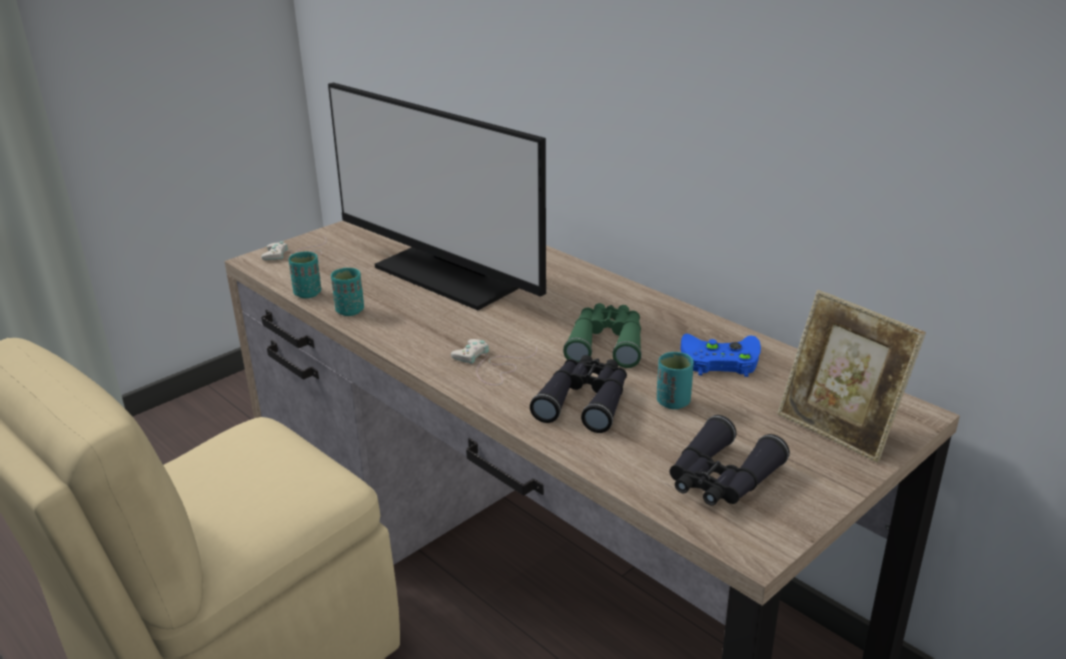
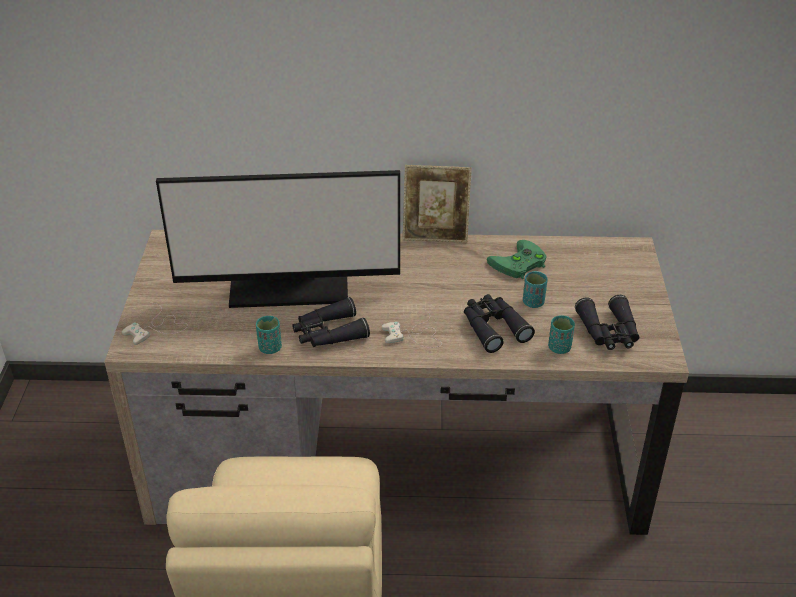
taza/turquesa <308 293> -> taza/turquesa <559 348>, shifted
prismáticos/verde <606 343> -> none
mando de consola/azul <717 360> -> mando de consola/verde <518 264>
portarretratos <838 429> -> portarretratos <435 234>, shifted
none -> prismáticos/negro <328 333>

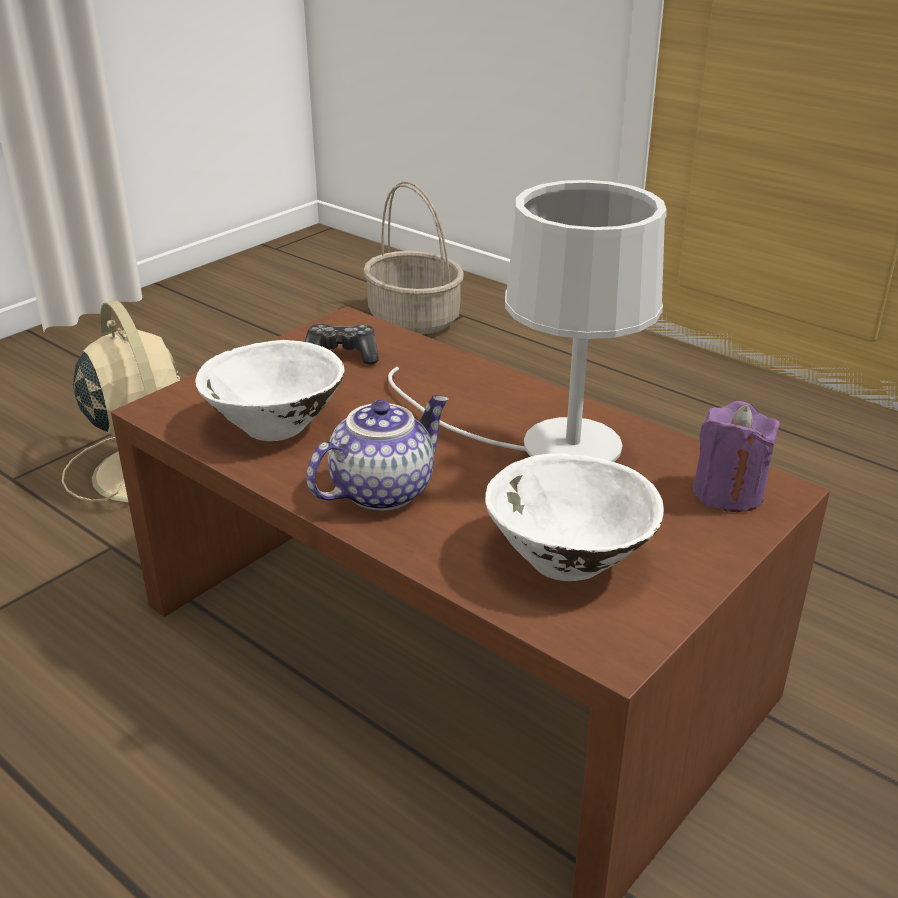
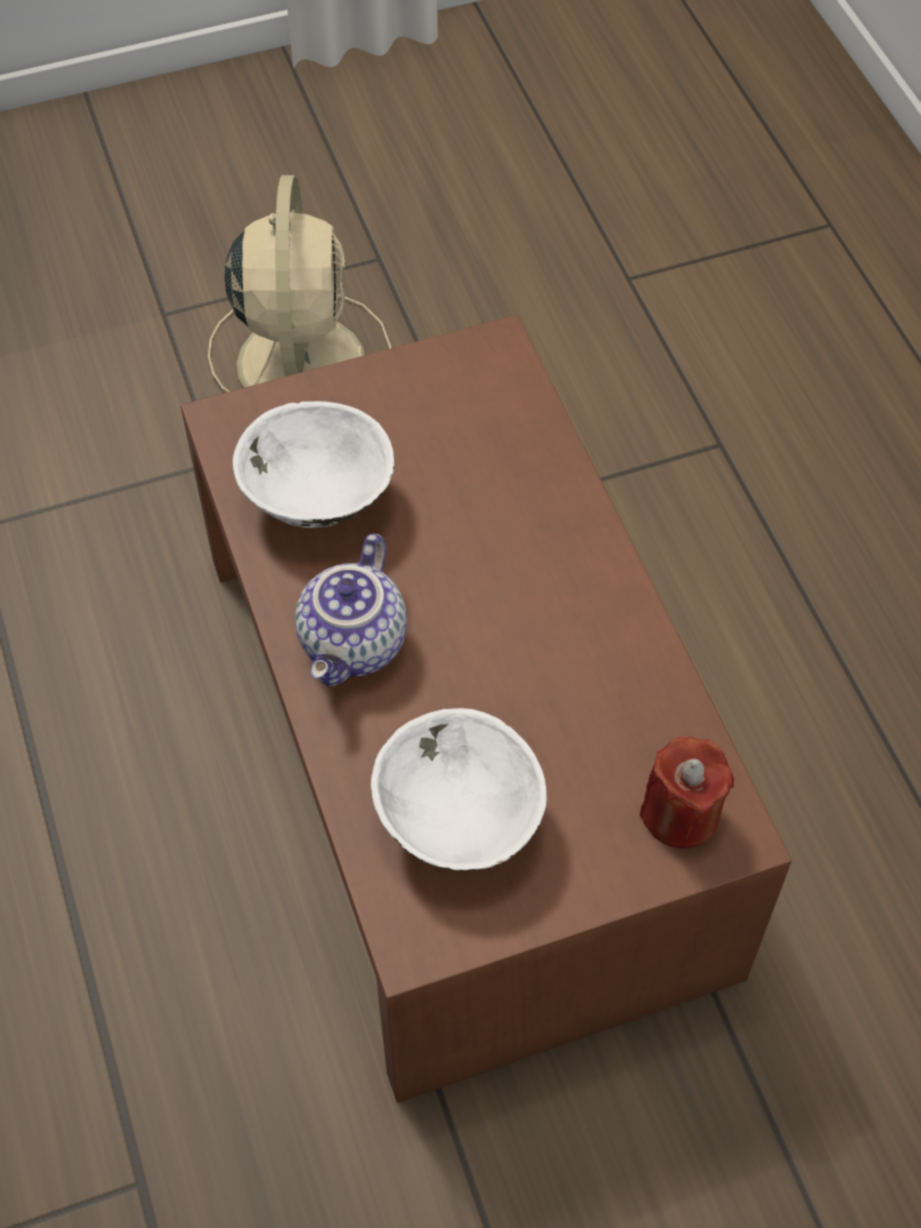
mando de consola <341 355> -> none
tetera <381 490> -> tetera <355 645>, 120 degrees clockwise
cesta <415 319> -> none
lámpara de mesa/blanco <543 450> -> none
vela/morado <728 493> -> vela/rojo <680 814>

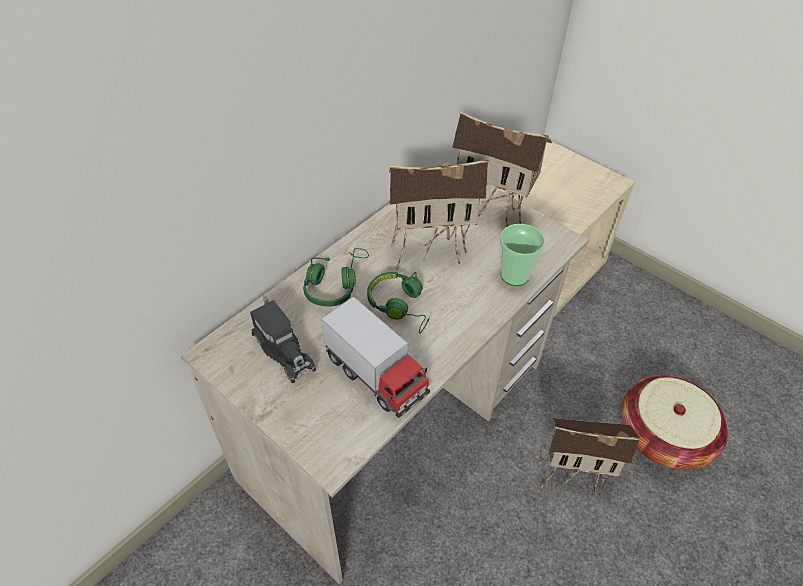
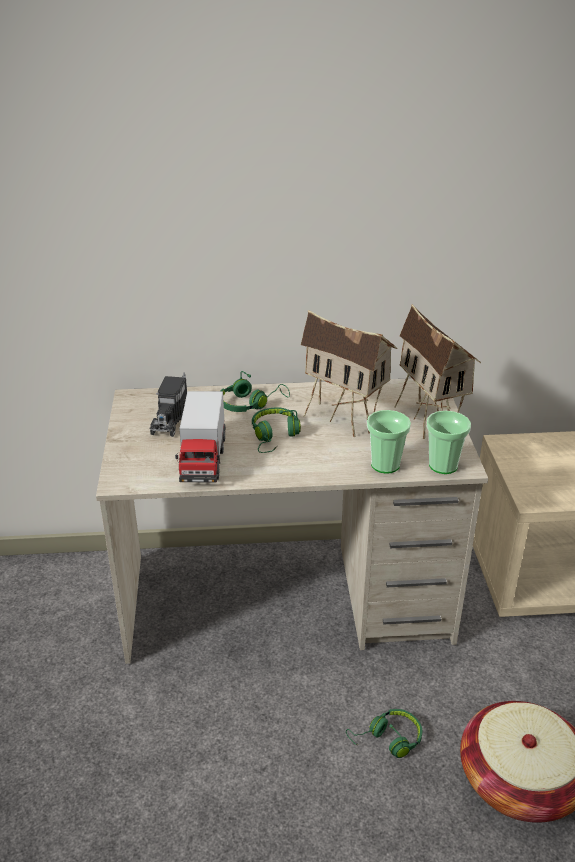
casita <573 474> -> auriculares/verde <387 739>
none -> taza <443 465>

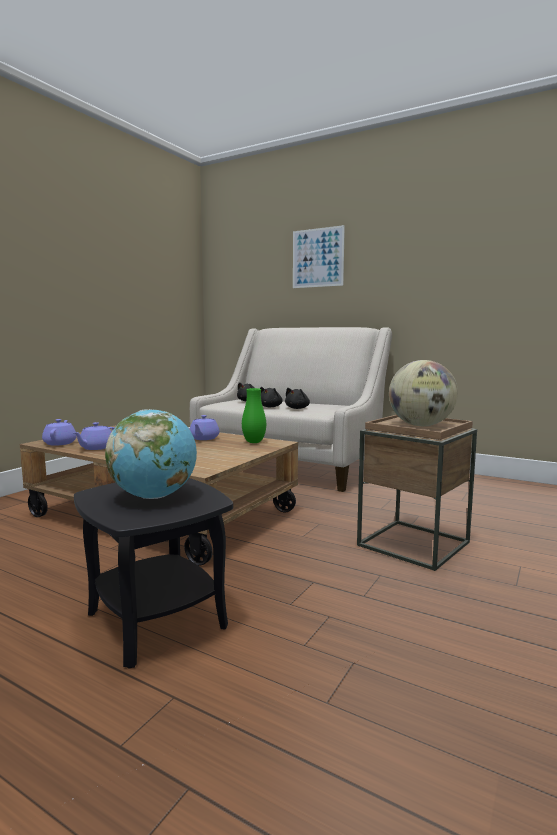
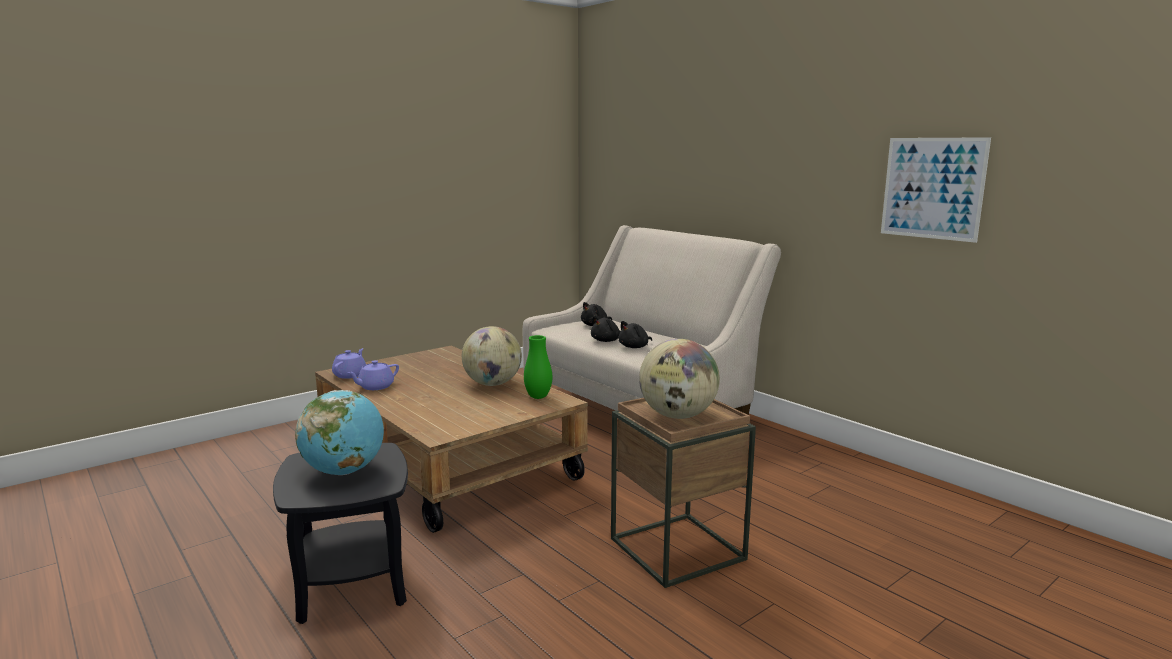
tetera/morado <204 438> -> globo terráqueo <493 384>
cuadro <317 258> -> cuadro <932 188>, shifted

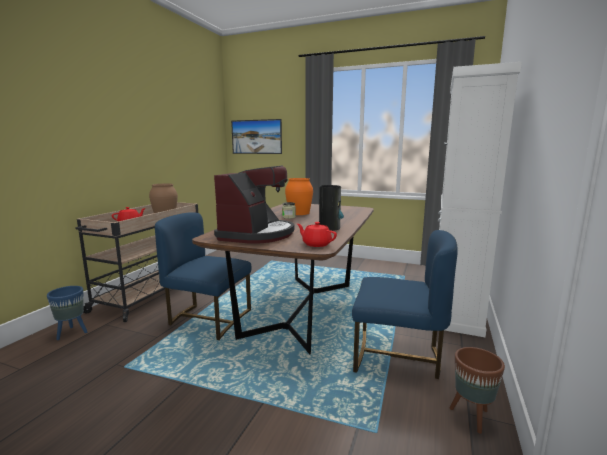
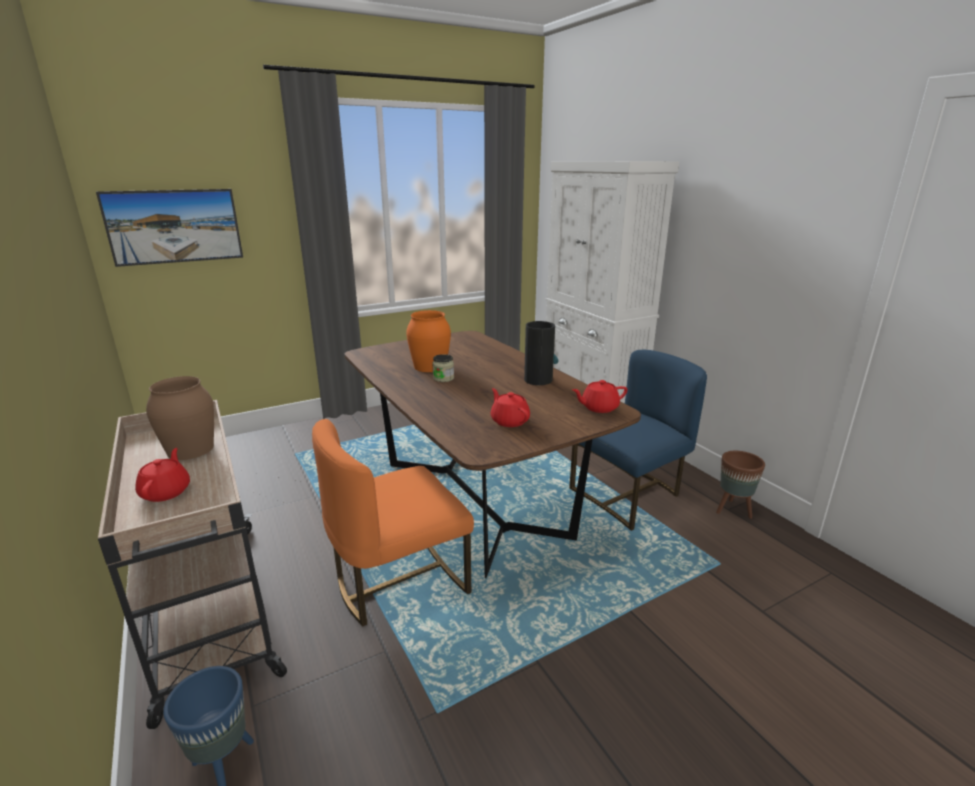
silla/azul <208 319> -> silla/naranja <399 581>
cafetera <257 234> -> tetera/rojo <509 421>

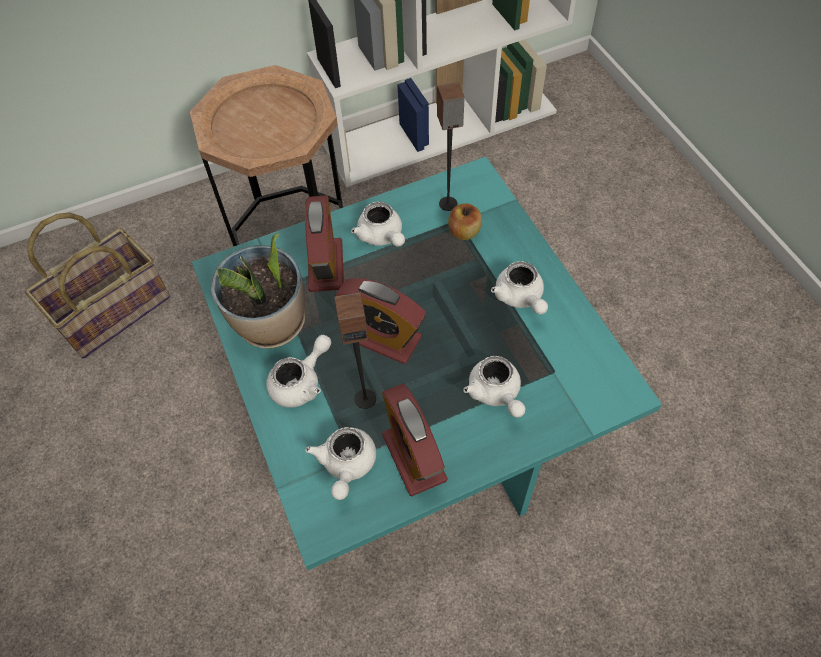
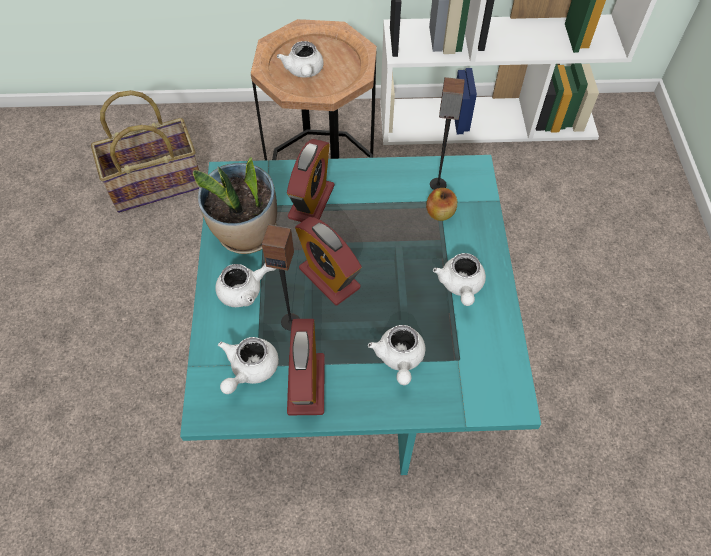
tetera/blanco <382 237> -> tetera/blanco <304 72>, shifted

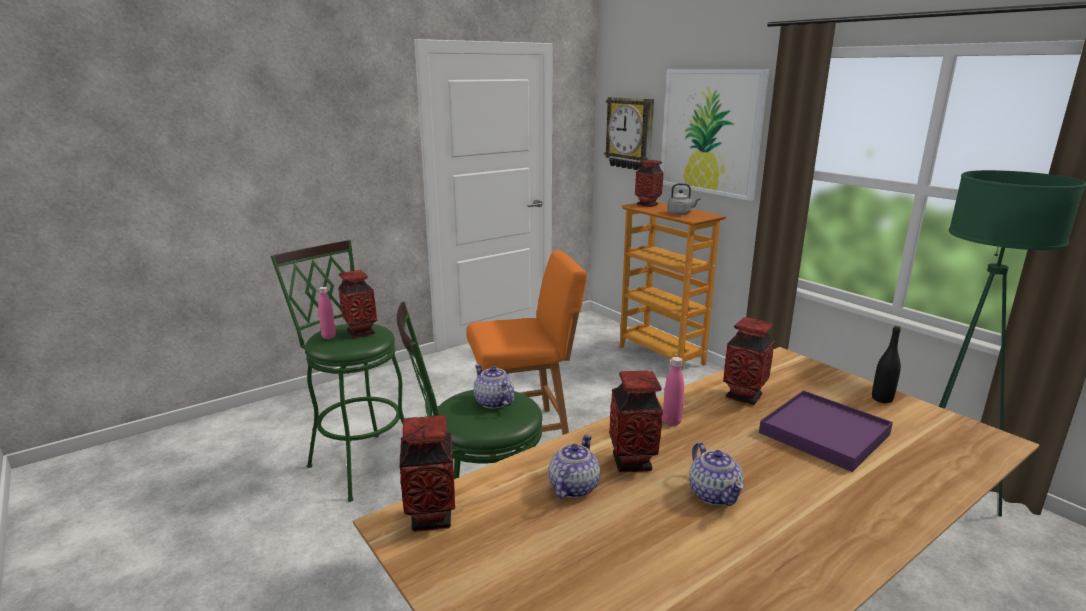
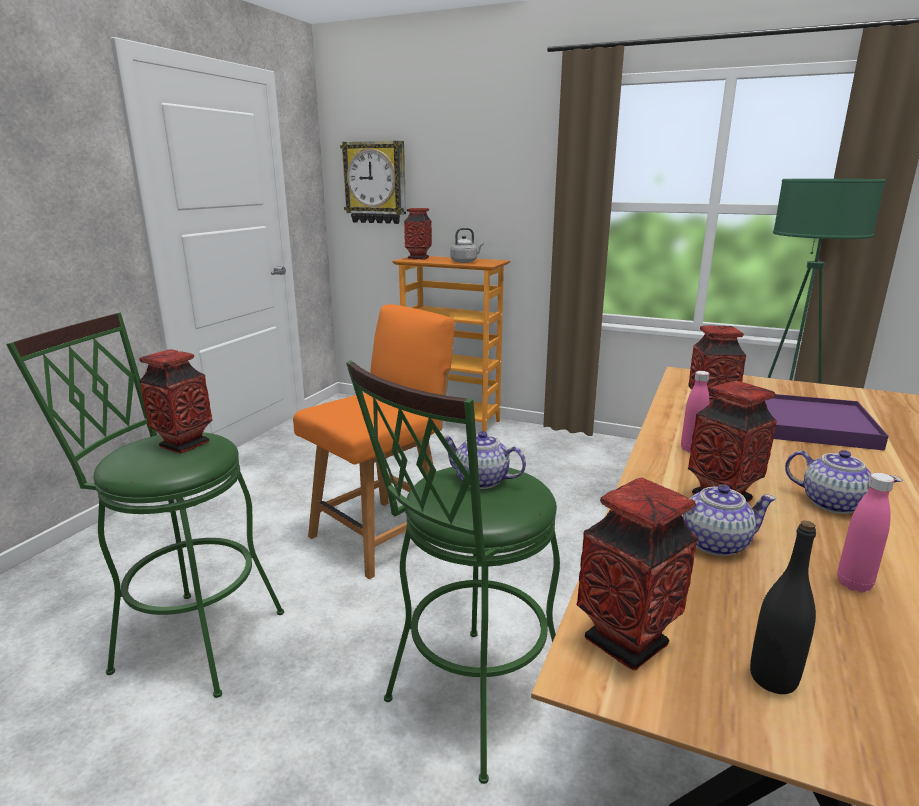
botella/rosa <329 337> -> botella/rosa <853 584>, shifted
tetera <572 487> -> tetera <713 543>, 90 degrees clockwise
cuadro <710 132> -> none
botella/negro <882 399> -> botella/negro <773 678>, shifted

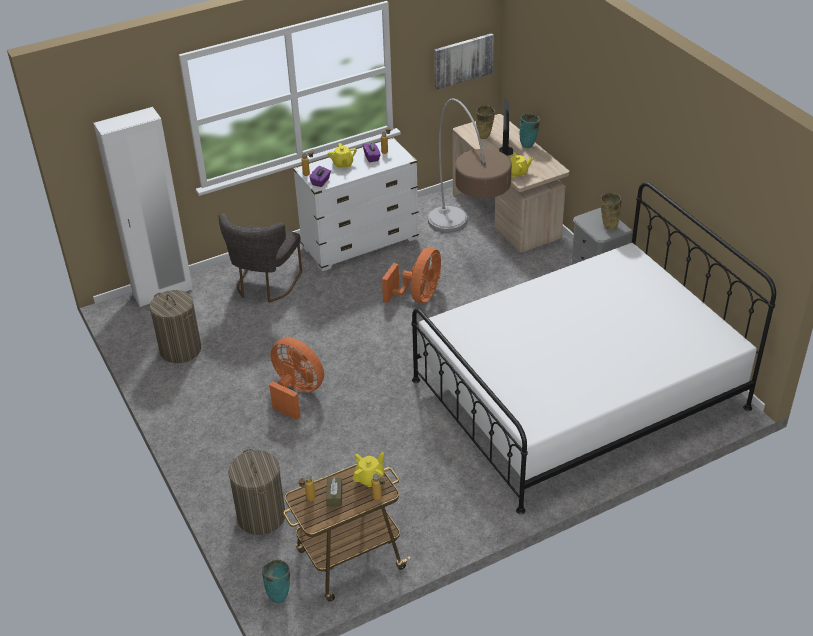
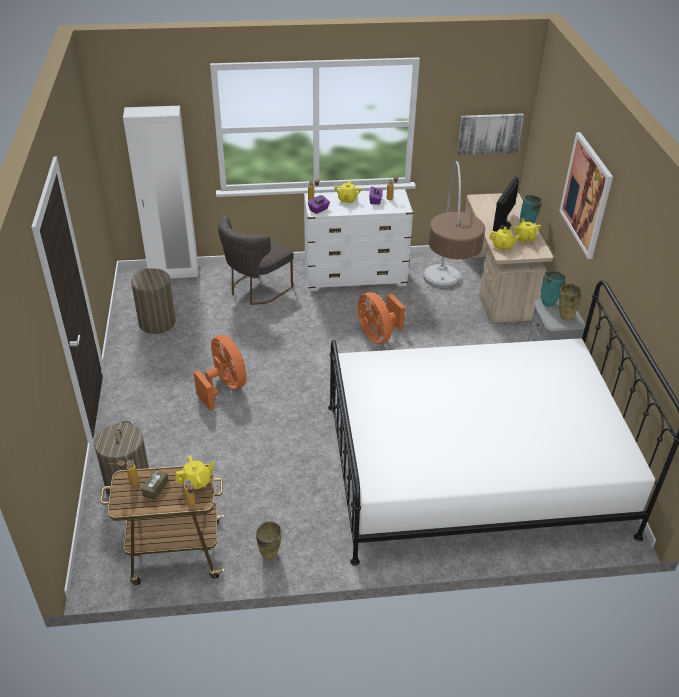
florero/turquesa <280 596> -> florero/turquesa <549 303>, shifted
ventilador/naranja <418 296> -> ventilador/naranja <378 335>, 105 degrees clockwise
florero/beis <484 137> -> florero/beis <269 556>, shifted
none -> tetera/amarillo <525 238>
none -> cuadro <586 195>

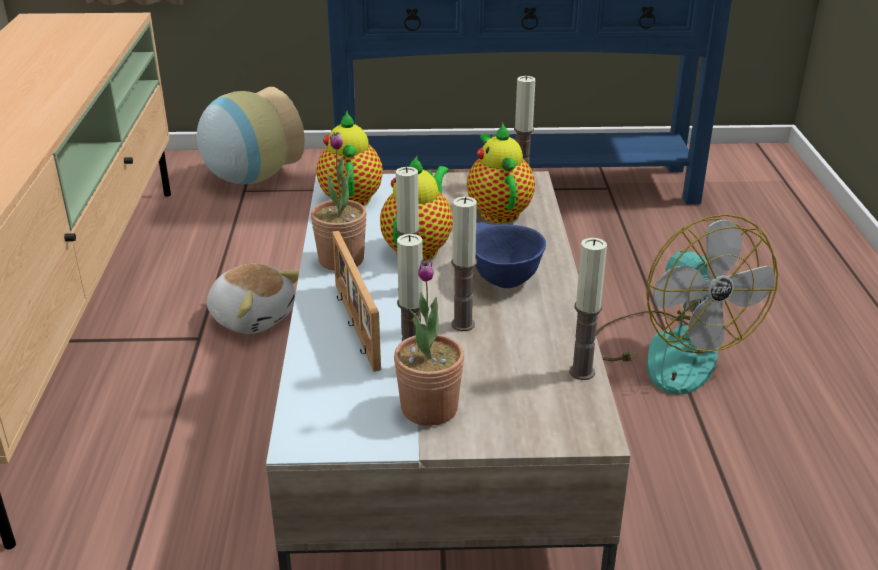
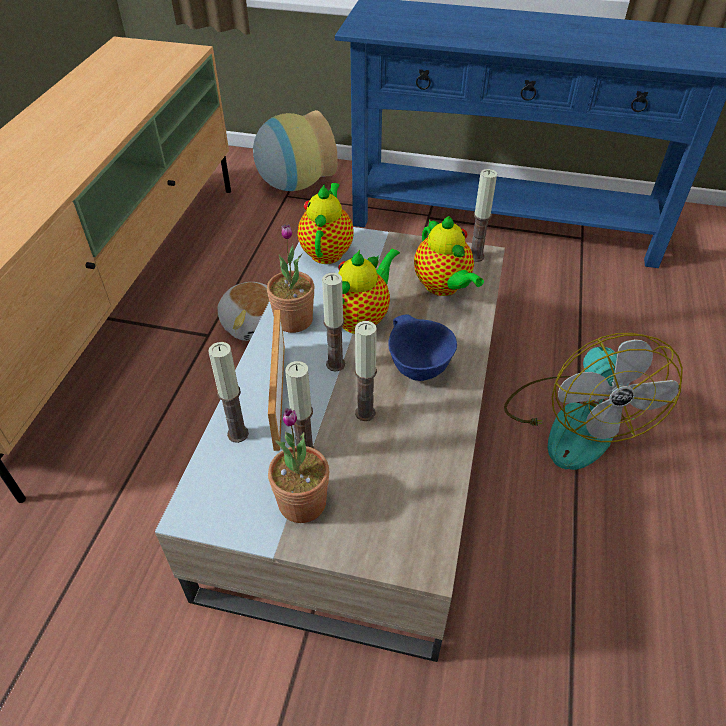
tetera <498 211> -> tetera <443 287>, 150 degrees clockwise
vela <582 372> -> vela <238 434>, shifted

